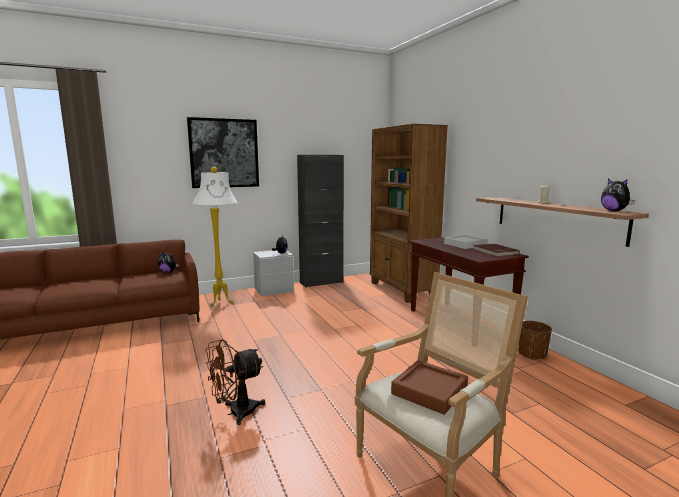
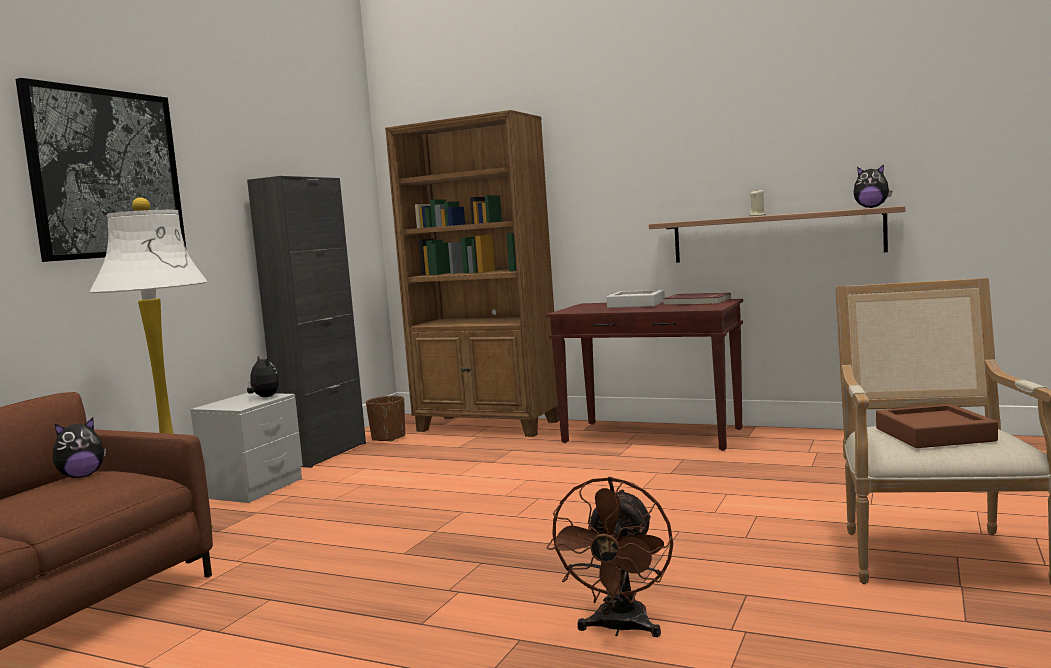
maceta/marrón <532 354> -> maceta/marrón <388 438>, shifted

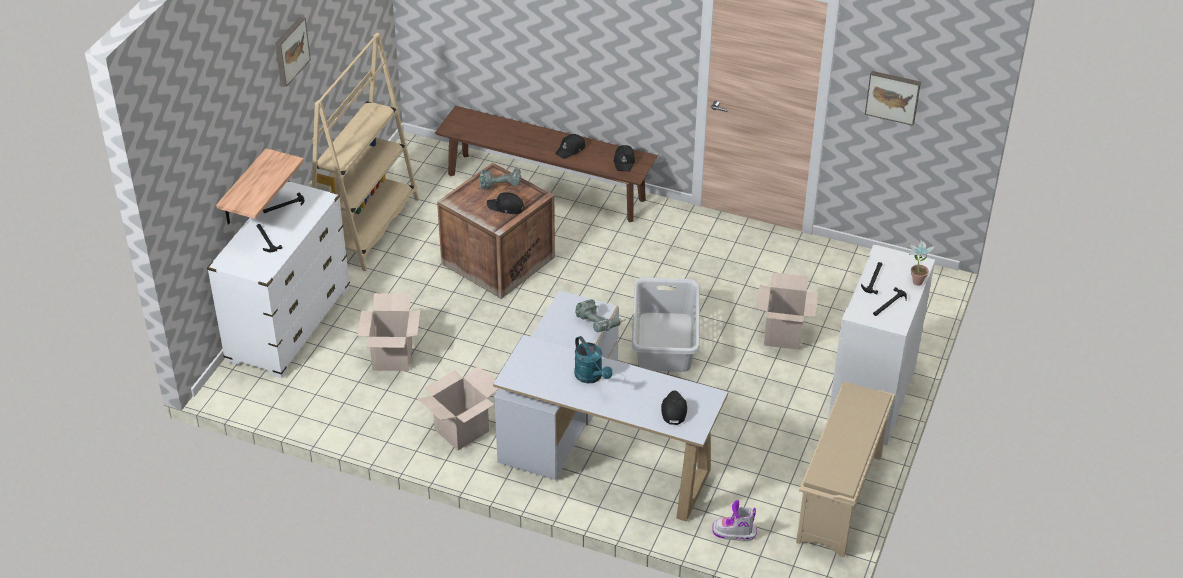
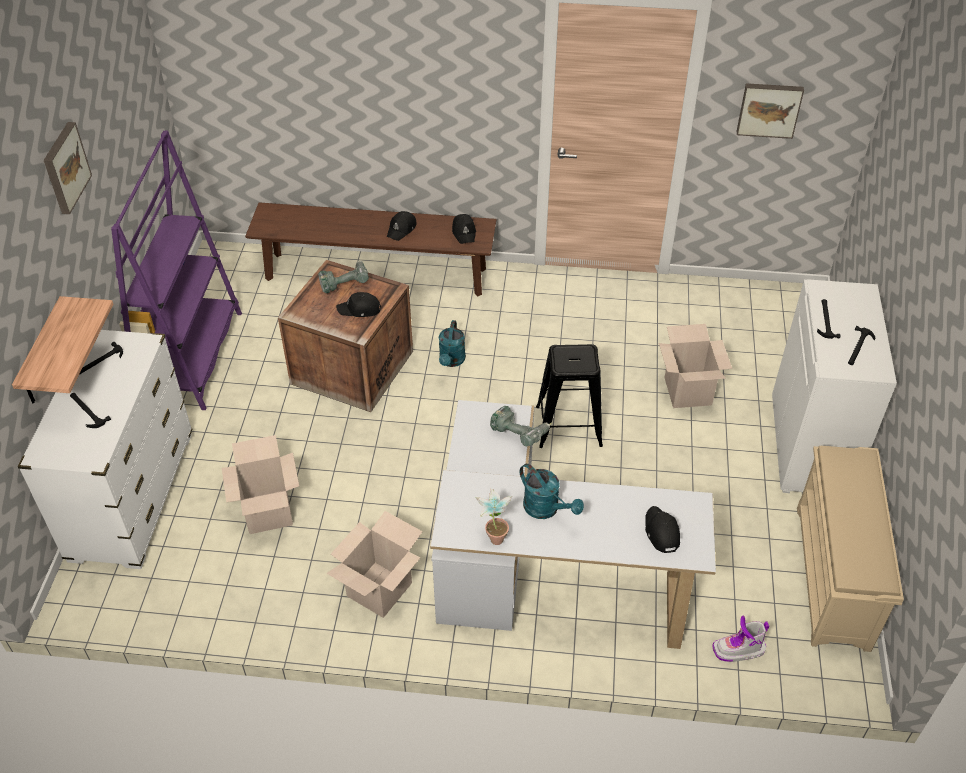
estantería/beis <365 228> -> estantería/morado <190 358>
cesto de la ropa/gris <665 342> -> taburete/negro <568 426>
planta en maceta <916 279> -> planta en maceta <494 536>, shifted
none -> regadera/turquesa <451 361>

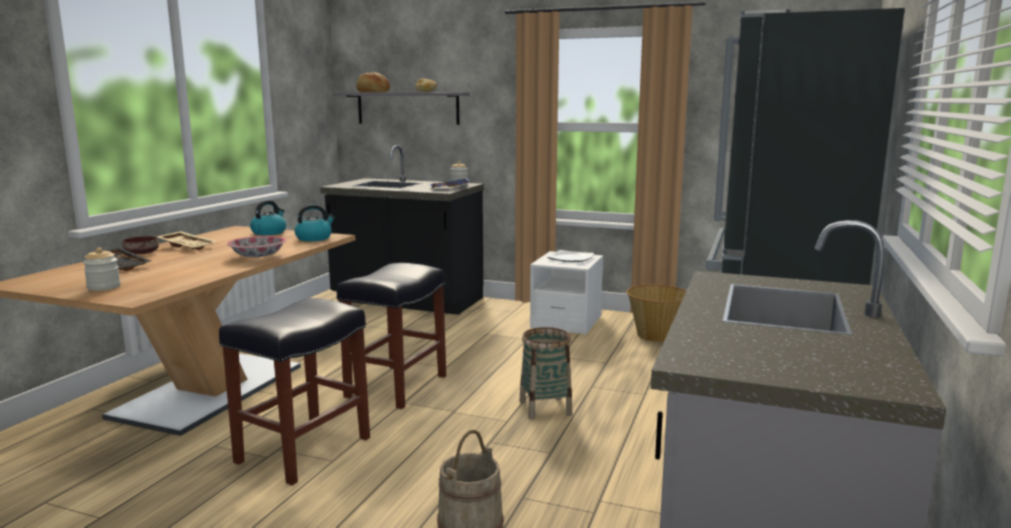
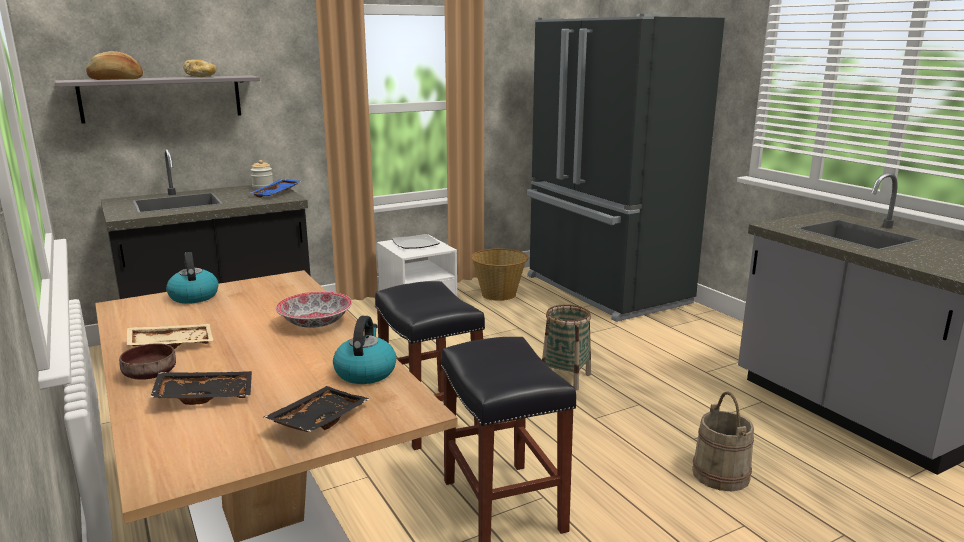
tarro <104 287> -> bandeja/negro <318 420>
hervidor <314 238> -> hervidor <365 372>, shifted

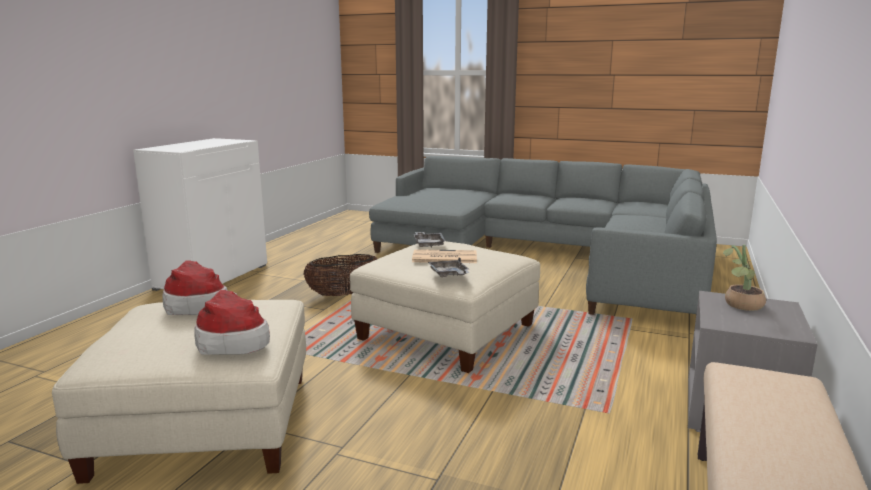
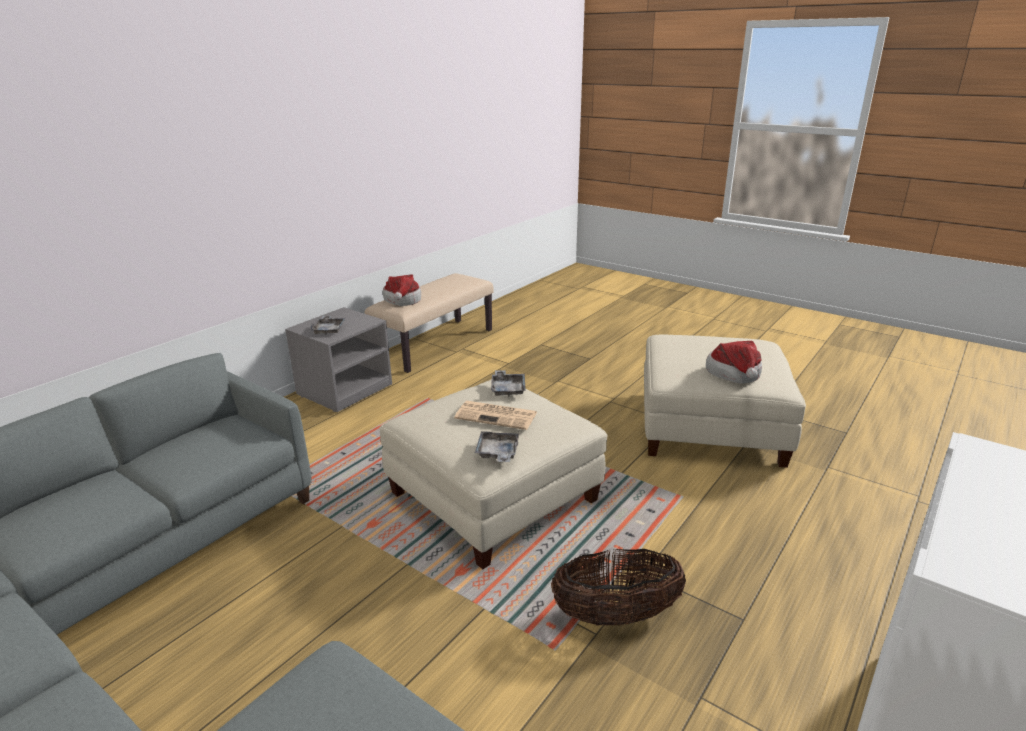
sombrero <232 341> -> sombrero <402 301>, shifted
planta en maceta <740 305> -> bandeja/gris <329 330>

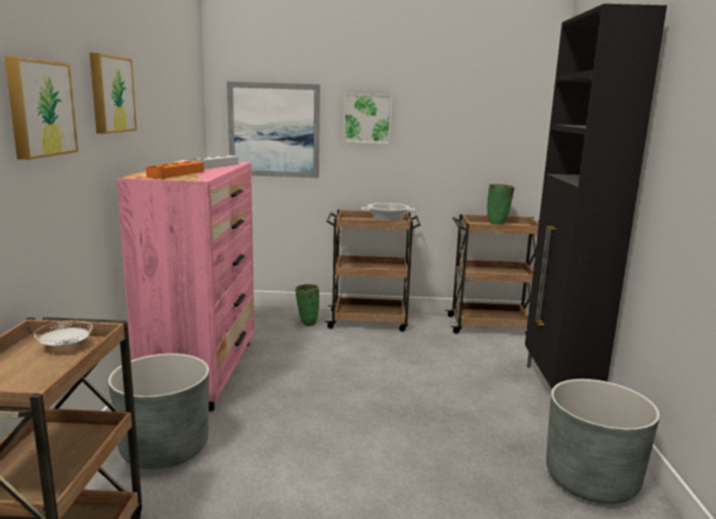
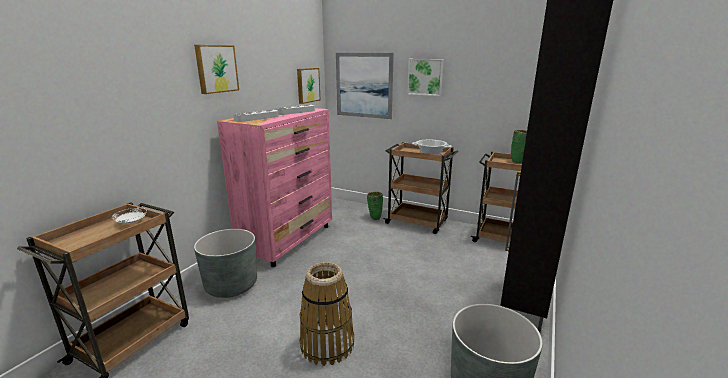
cuadro <39 108> -> cuadro <307 85>, shifted
bandeja/naranja <176 174> -> bandeja/gris <256 118>
none -> cesta <327 344>

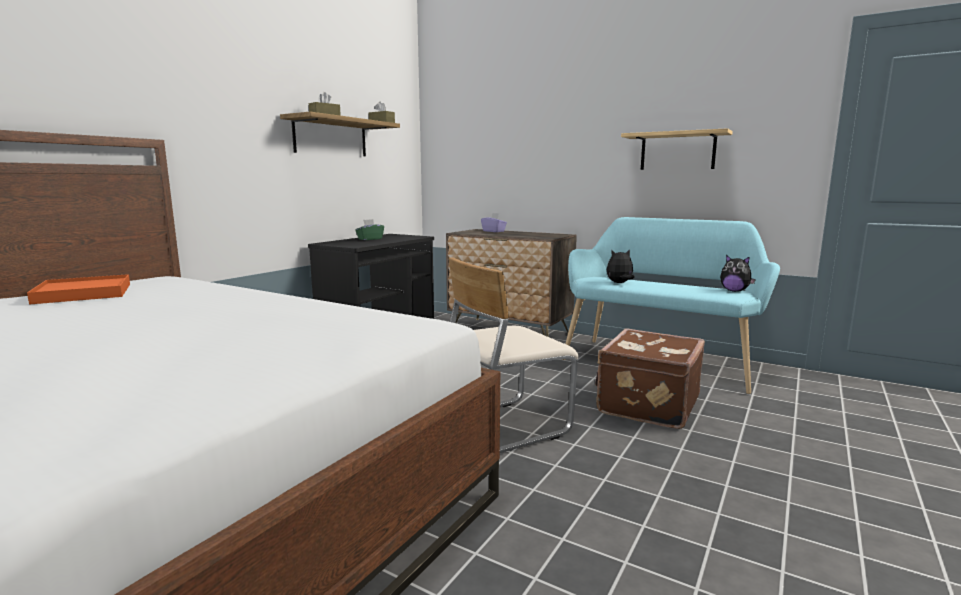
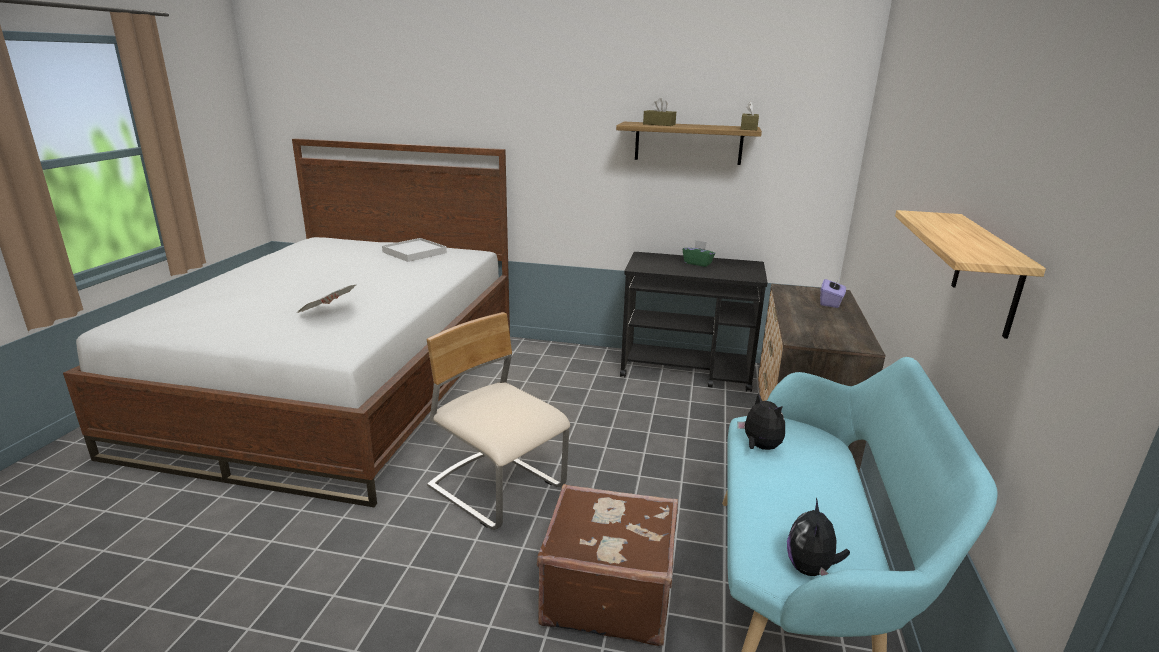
bandeja/naranja <84 293> -> bandeja/blanco <414 252>
none -> periódico <328 314>

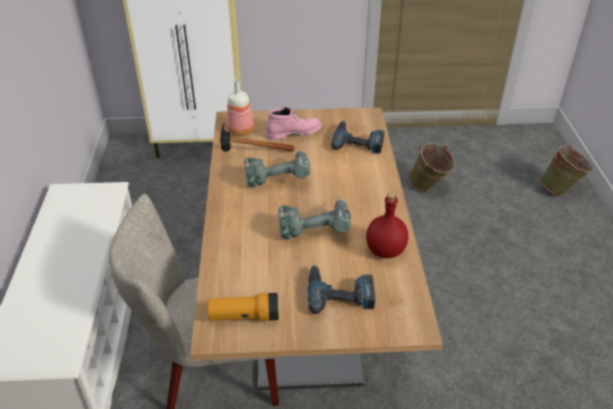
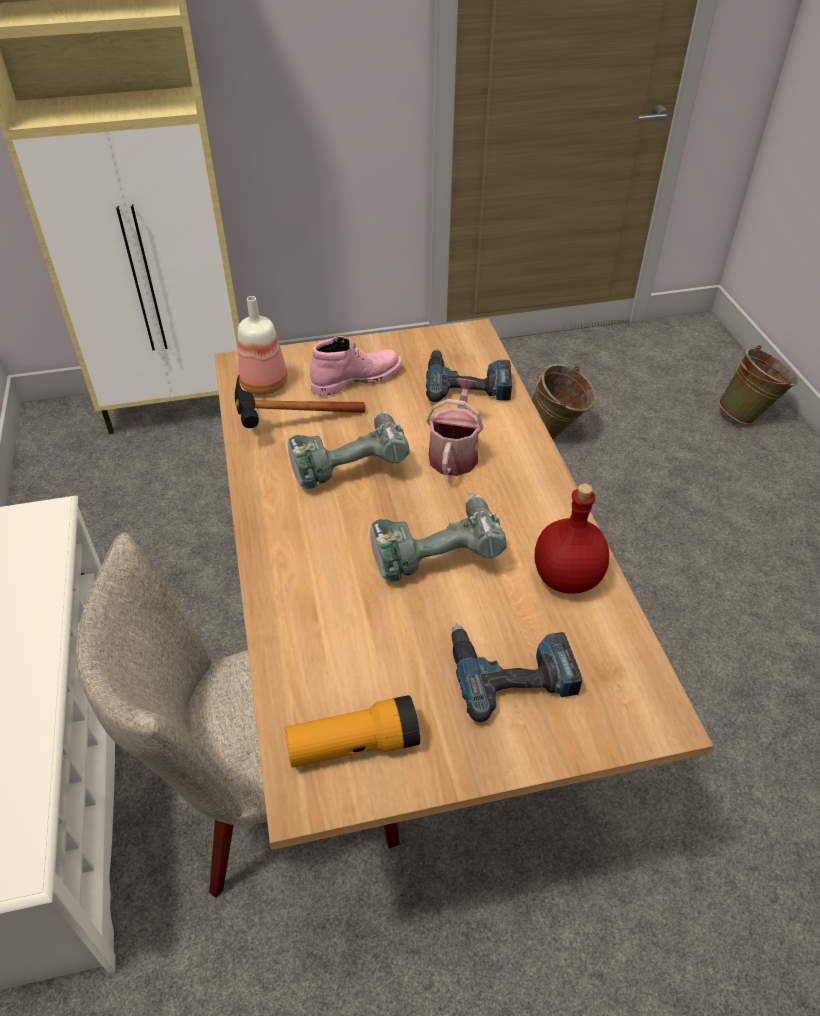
none -> regadera <454 453>

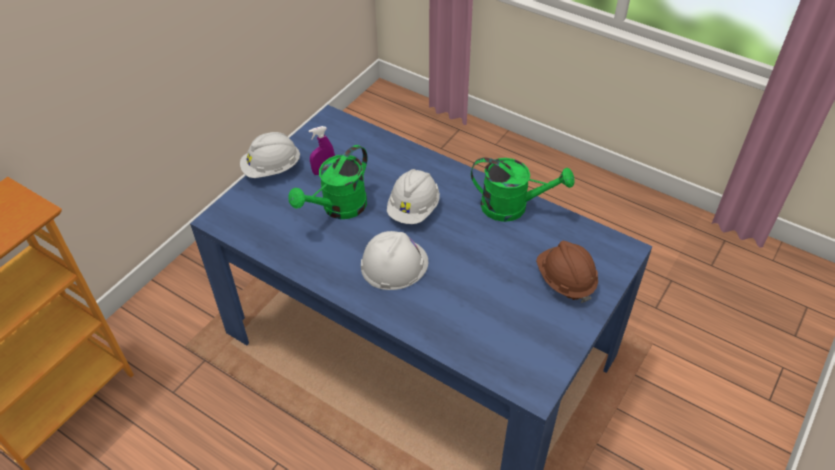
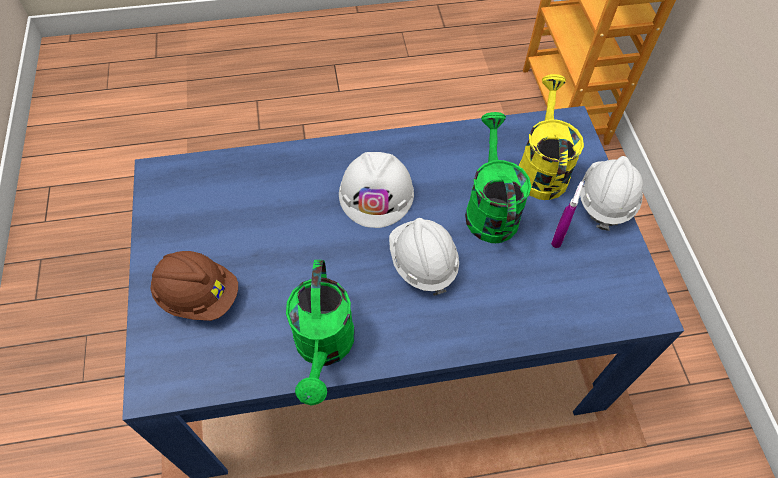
regadera/verde <513 207> -> regadera/verde <324 348>, 60 degrees counterclockwise
none -> regadera/amarillo <541 168>

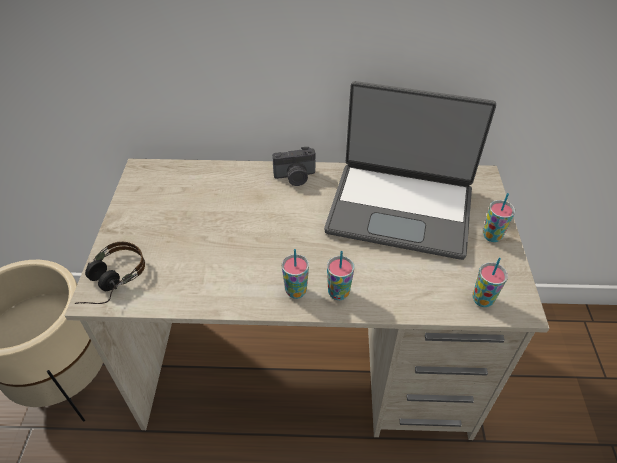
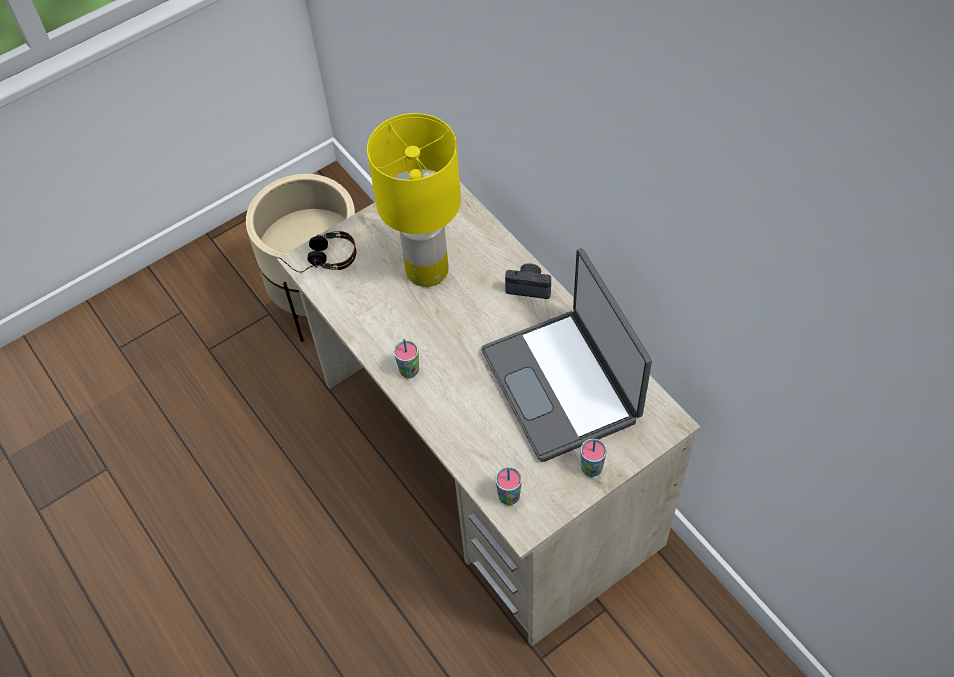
cámara <295 177> -> cámara <529 287>, 150 degrees clockwise
taza <338 293> -> none
none -> lámpara de mesa/amarillo <428 270>

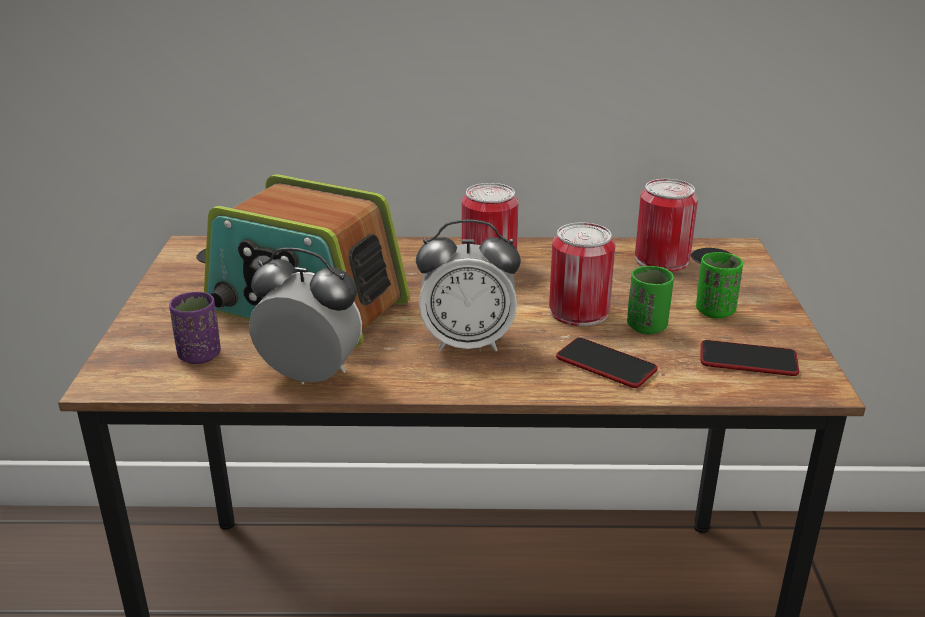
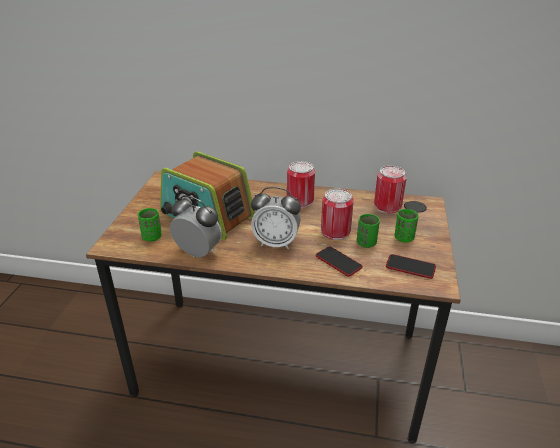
taza/morado <200 355> -> taza/verde <152 237>

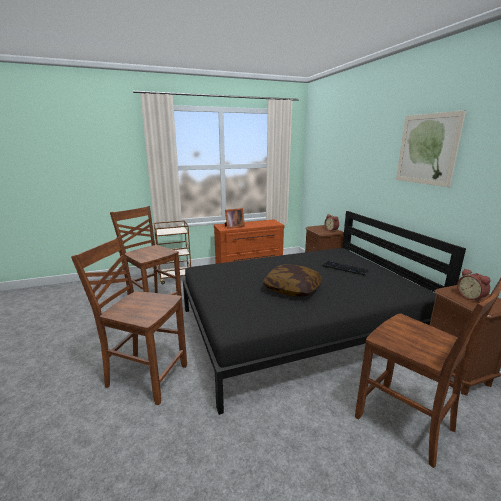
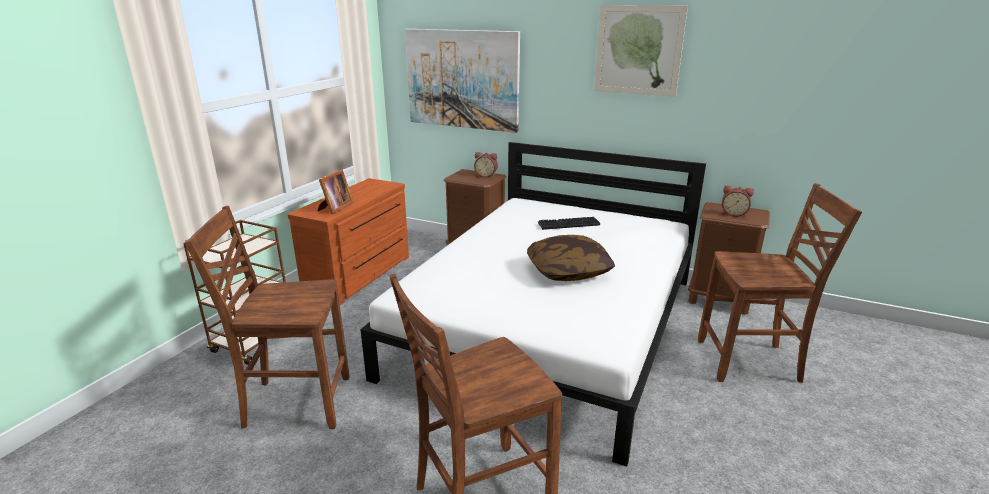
cama/negro <300 327> -> cama/blanco <551 325>
none -> cuadro <462 79>

